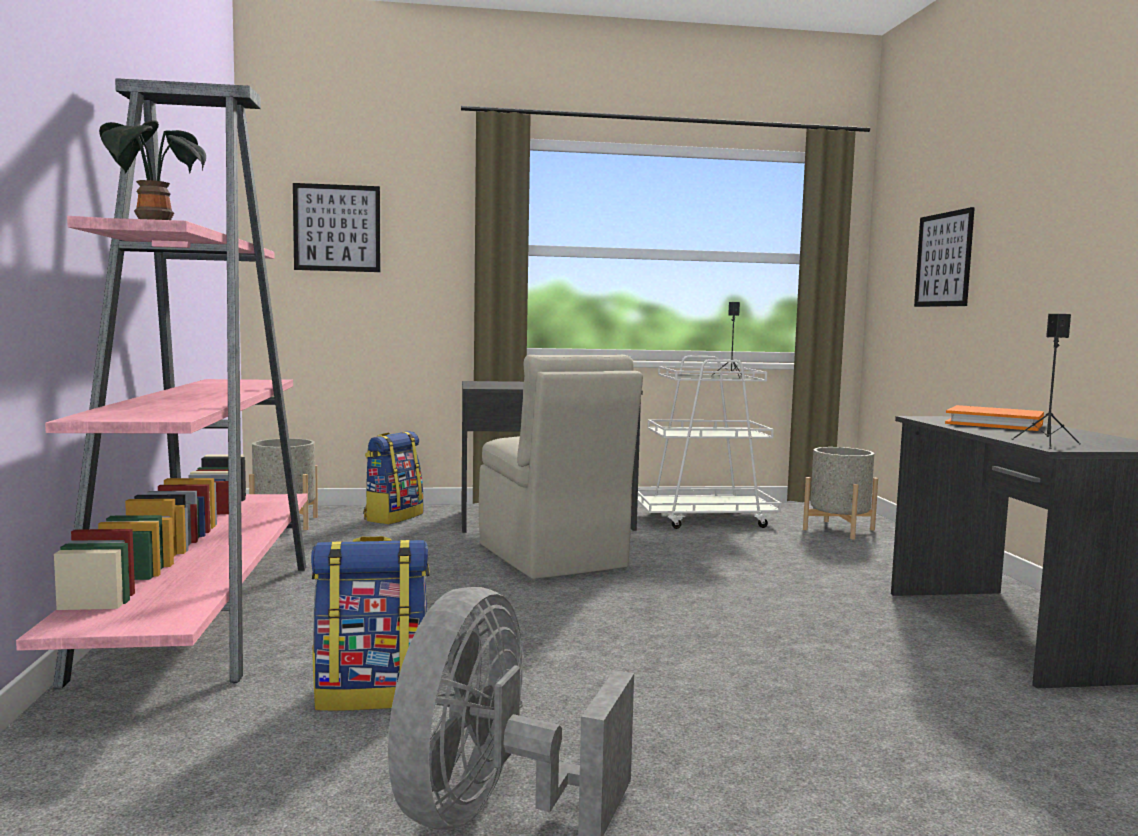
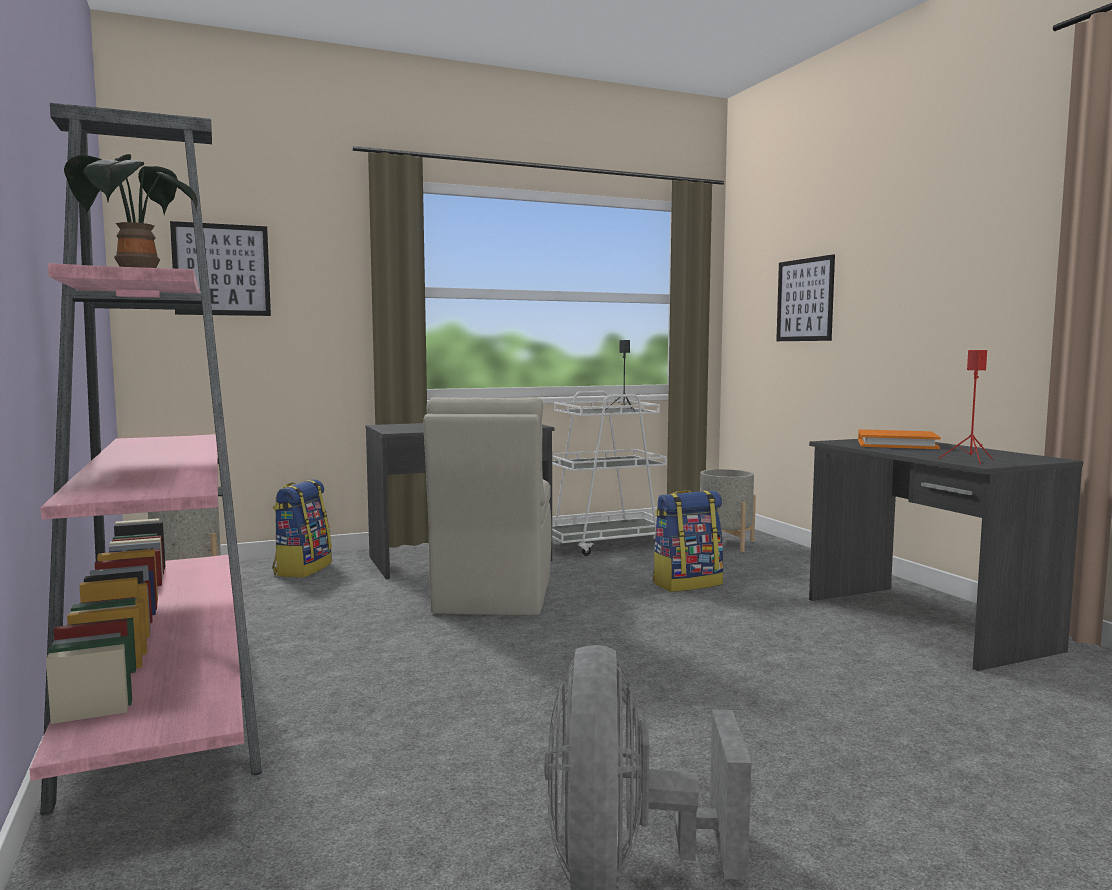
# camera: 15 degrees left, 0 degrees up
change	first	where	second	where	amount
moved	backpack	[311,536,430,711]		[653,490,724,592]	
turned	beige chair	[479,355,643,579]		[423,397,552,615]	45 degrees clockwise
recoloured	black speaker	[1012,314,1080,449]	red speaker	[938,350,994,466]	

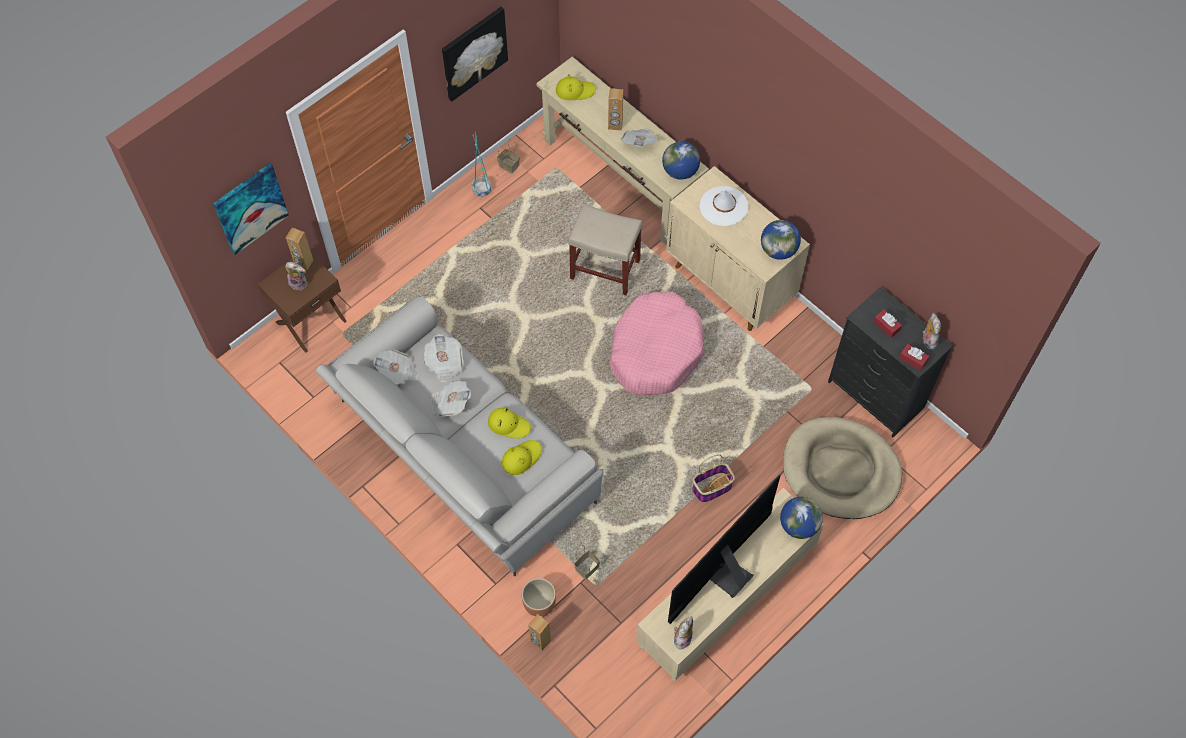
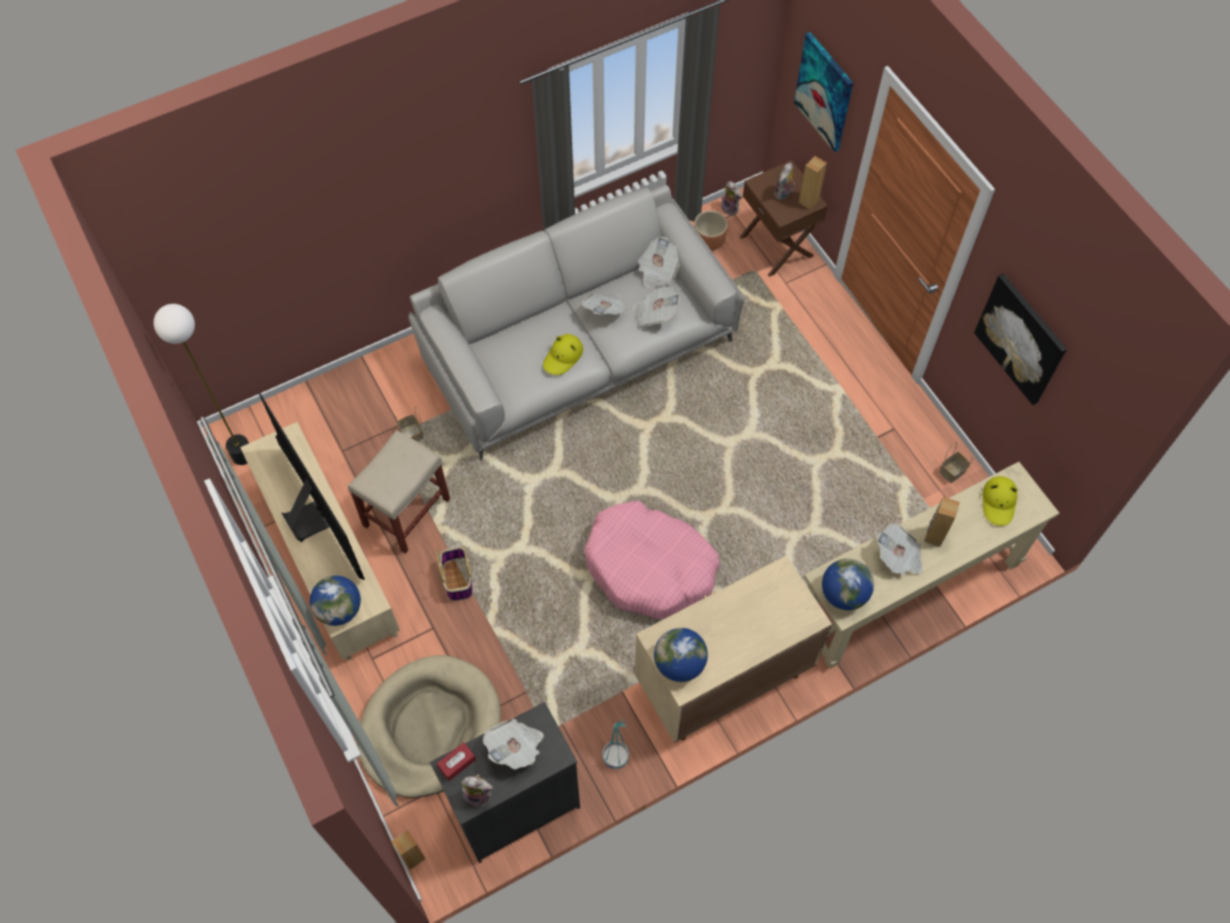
# camera: 105 degrees right, 0 degrees up
change	first	where	second	where	amount
moved	turquoise planter	[472,132,491,197]		[602,719,629,769]	
removed	yellow hat	[502,440,542,475]			
moved	brown planter	[522,578,556,617]		[694,211,728,251]	
moved	brown speaker	[528,614,551,651]		[391,830,426,870]	
moved	beige stool	[568,204,642,295]		[348,430,450,554]	
moved	plush toy	[674,616,693,649]		[721,181,742,216]	
removed	white hat	[699,186,748,226]			
replaced	red tissue box	[873,309,902,338]	newspaper	[483,718,544,769]	
added			floor lamp	[154,304,249,465]	

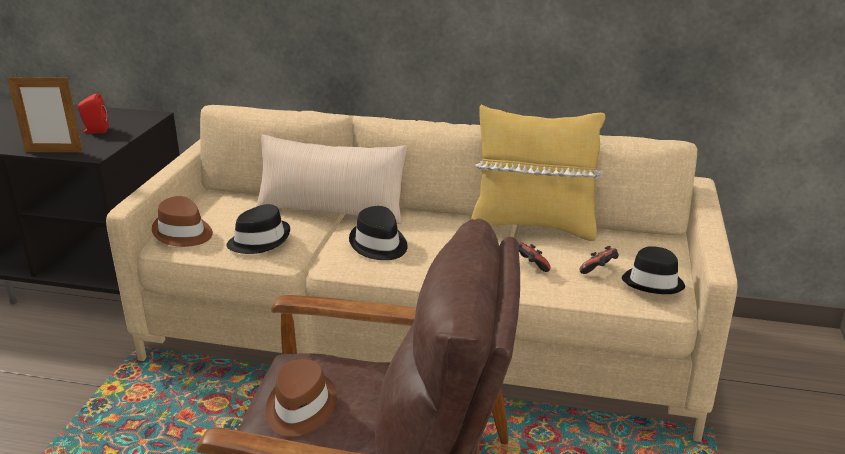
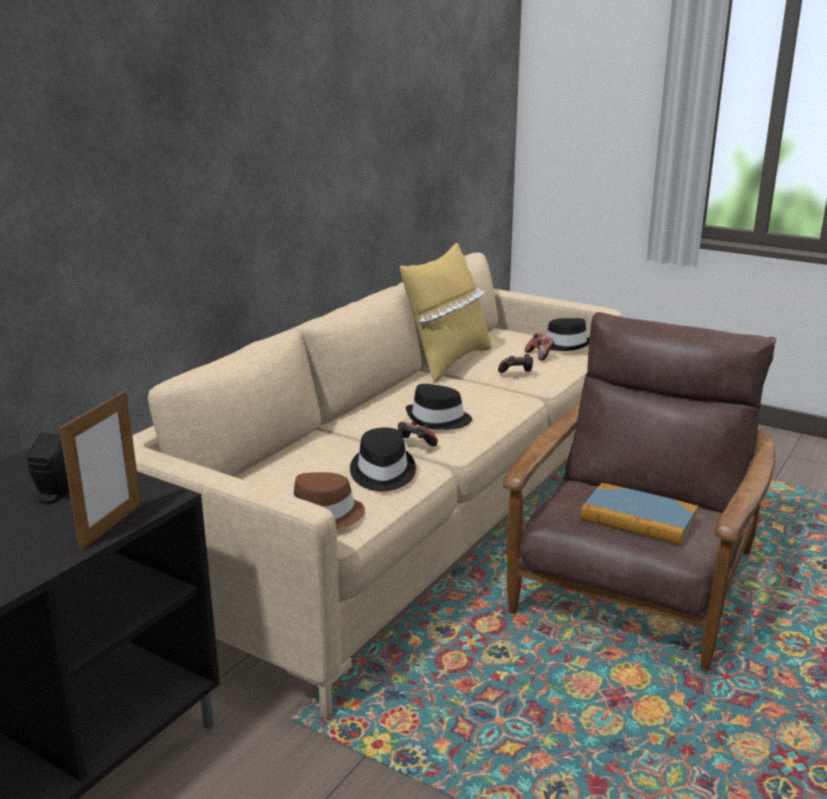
# camera: 70 degrees left, 5 degrees down
change	first	where	second	where	amount
recoloured	red speaker	[78,93,109,133]	black speaker	[28,433,70,504]	
removed	beige pillow	[256,134,408,224]			
replaced	brown hat	[266,359,337,437]	book	[581,483,698,545]	
added			game controller	[398,421,438,447]	

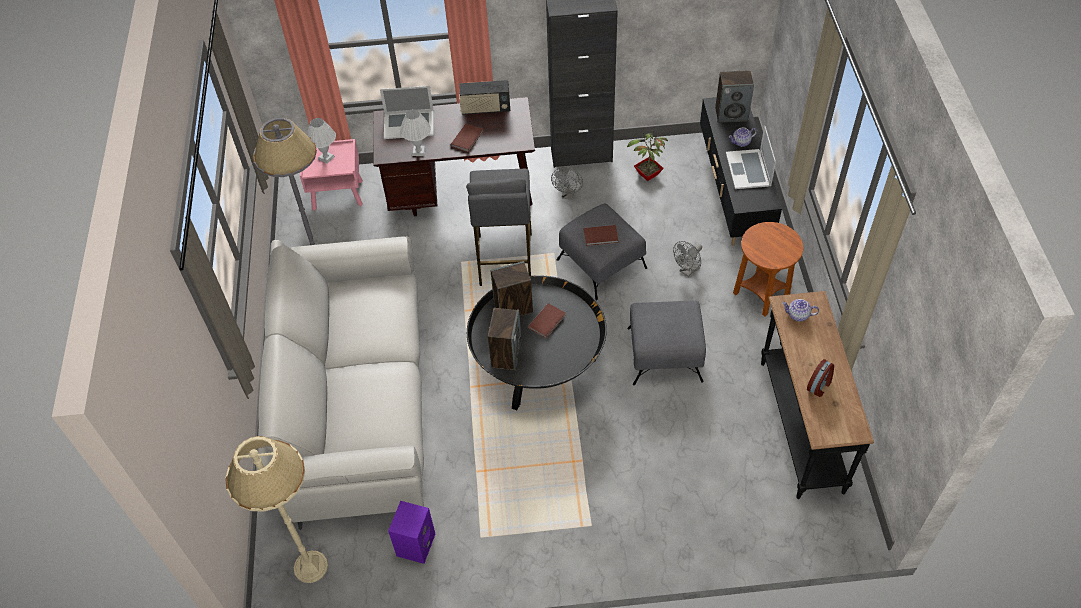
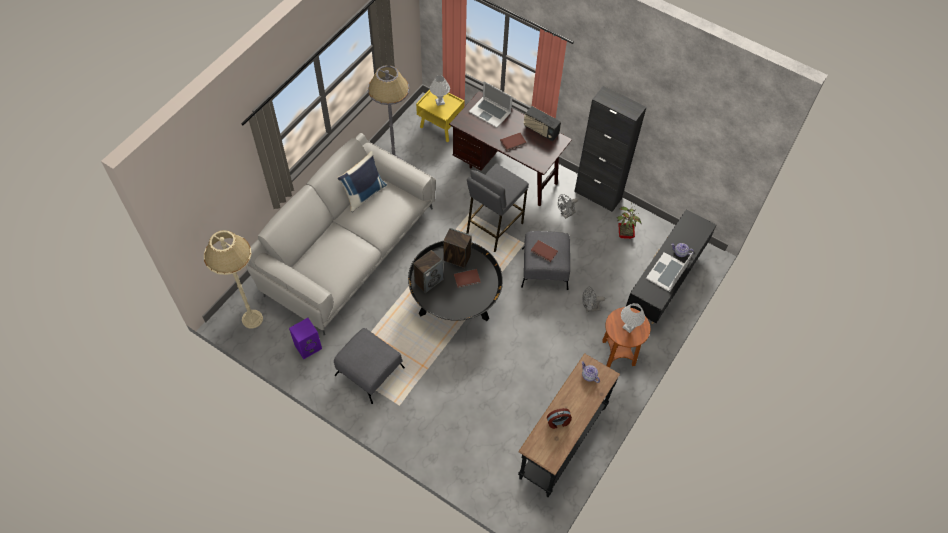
# camera: 35 degrees right, 5 degrees up
change	first	where	second	where	amount
recoloured	pink nightstand	[300,139,363,210]	yellow nightstand	[416,89,464,142]	
moved	white table lamp	[400,109,431,156]		[621,303,645,333]	
moved	grey ottoman	[627,300,706,385]		[334,328,405,404]	
removed	speaker	[715,70,754,123]			
added			blue pillow	[338,151,387,212]	

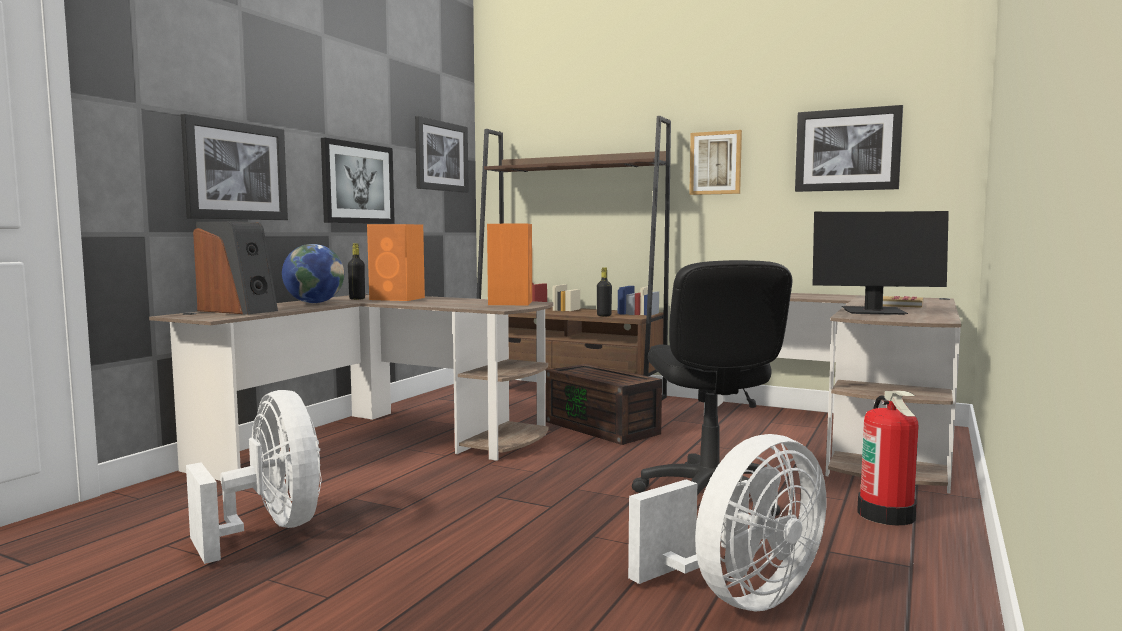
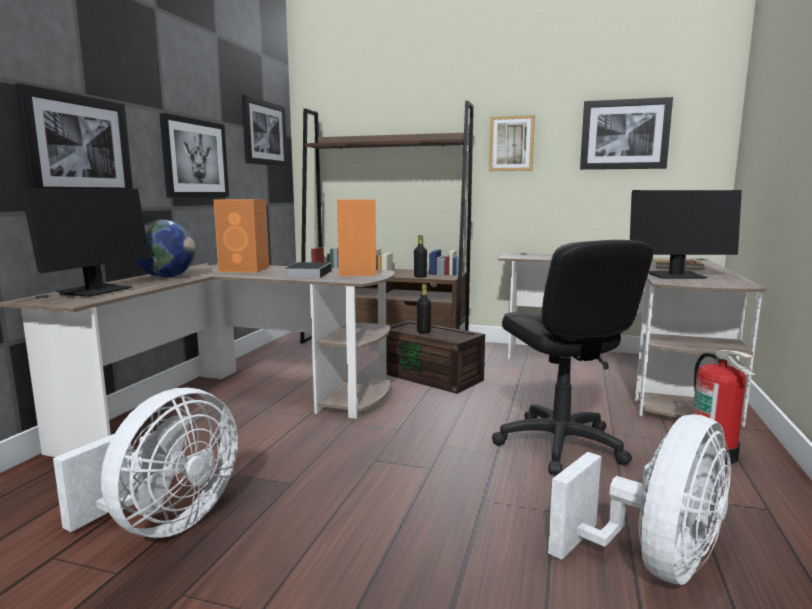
# camera: 10 degrees left, 5 degrees up
change	first	where	second	where	amount
turned	white fan	[186,390,321,564]		[53,388,238,538]	75 degrees clockwise
replaced	speaker	[193,221,278,315]	monitor	[21,188,150,297]	
moved	black bottle	[348,243,365,300]		[417,284,431,334]	
added			book	[284,262,331,278]	

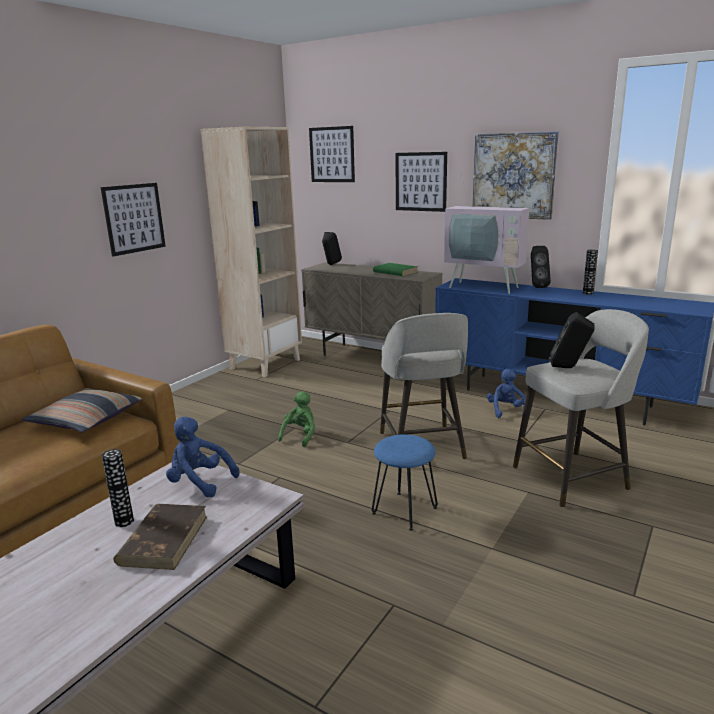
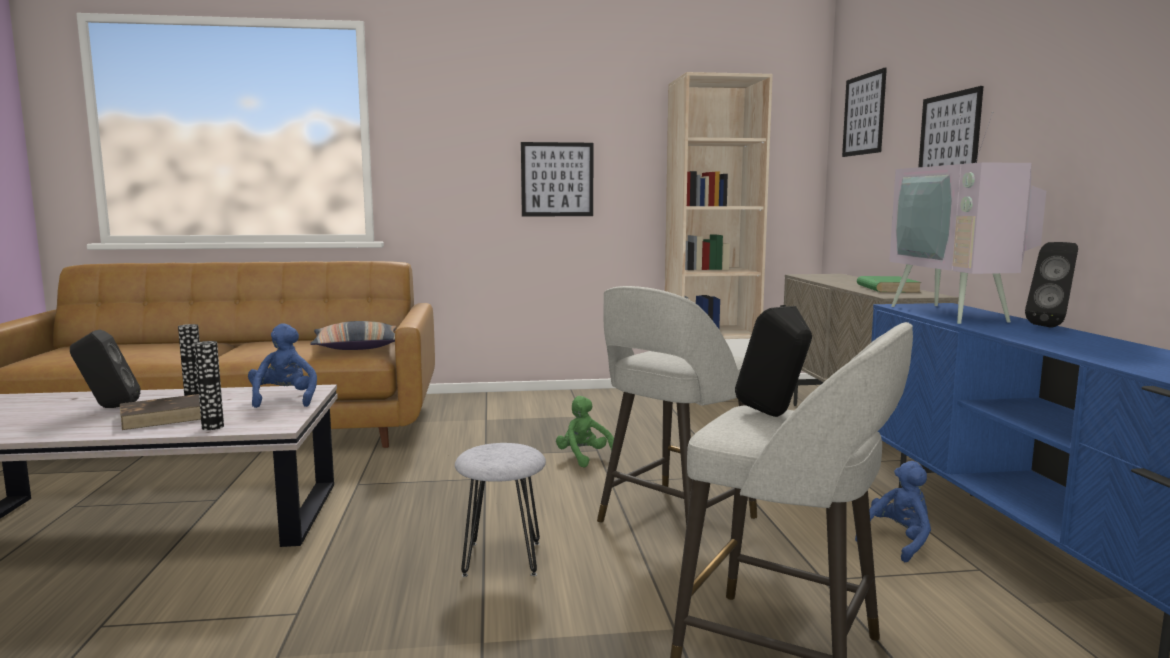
# camera: 50 degrees right, 10 degrees down
change	first	where	second	where	amount
turned	green plush toy	[278,391,315,447]		[556,396,614,468]	105 degrees counterclockwise
moved	black speaker	[322,232,342,265]		[70,330,140,408]	
recoloured	blue stool	[372,434,438,531]	grey stool	[455,443,546,577]	
removed	picture	[473,131,559,220]			
moved	vase	[583,249,598,295]		[194,341,224,430]	

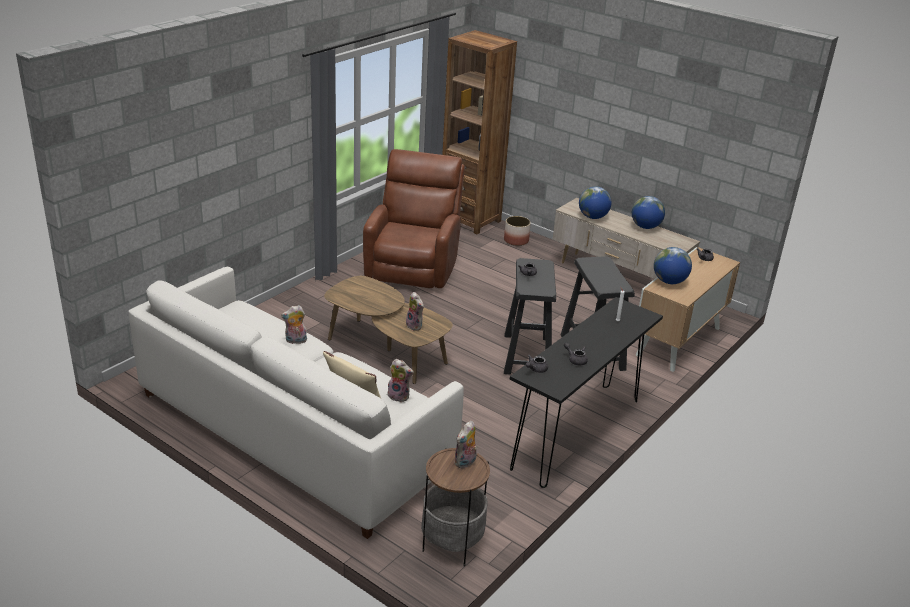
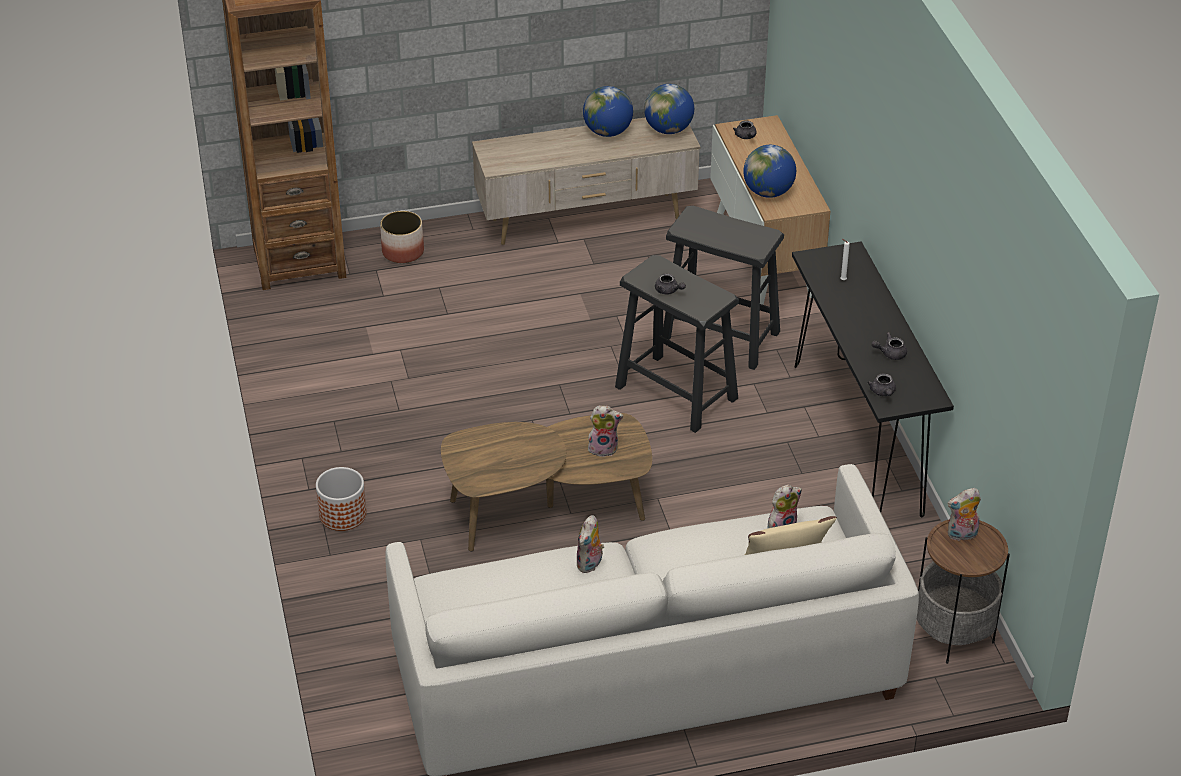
# camera: 50 degrees left, 10 degrees up
change	first	where	second	where	amount
removed	brown armchair	[363,149,465,288]			
turned	plush toy	[454,421,480,468]		[947,488,981,541]	90 degrees clockwise
moved	globe	[579,186,612,219]		[644,84,694,134]	
added			planter	[316,467,367,531]	

